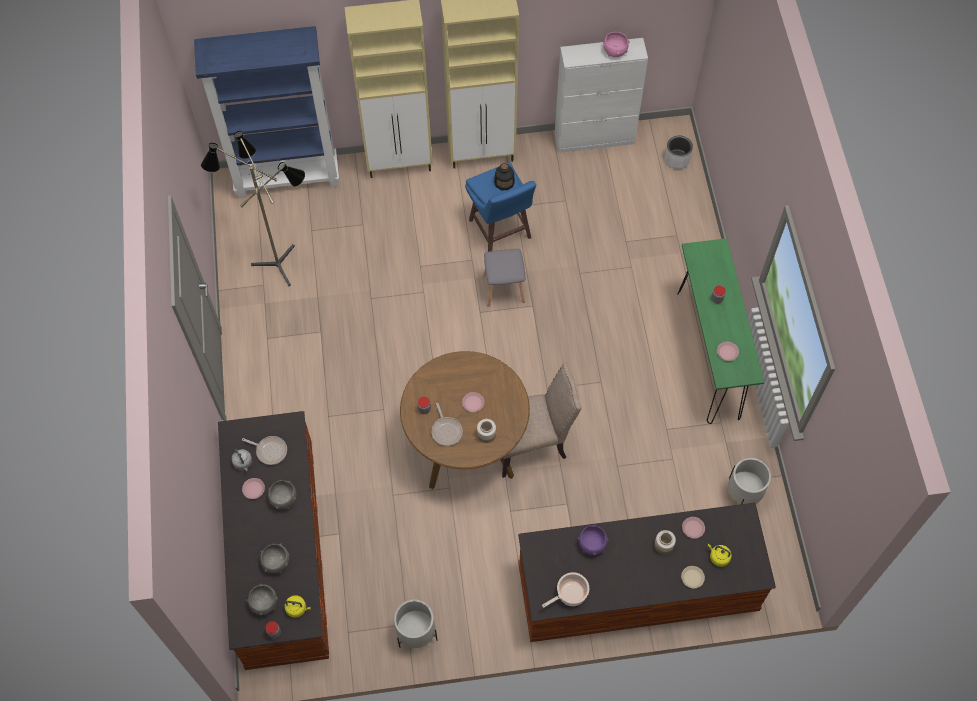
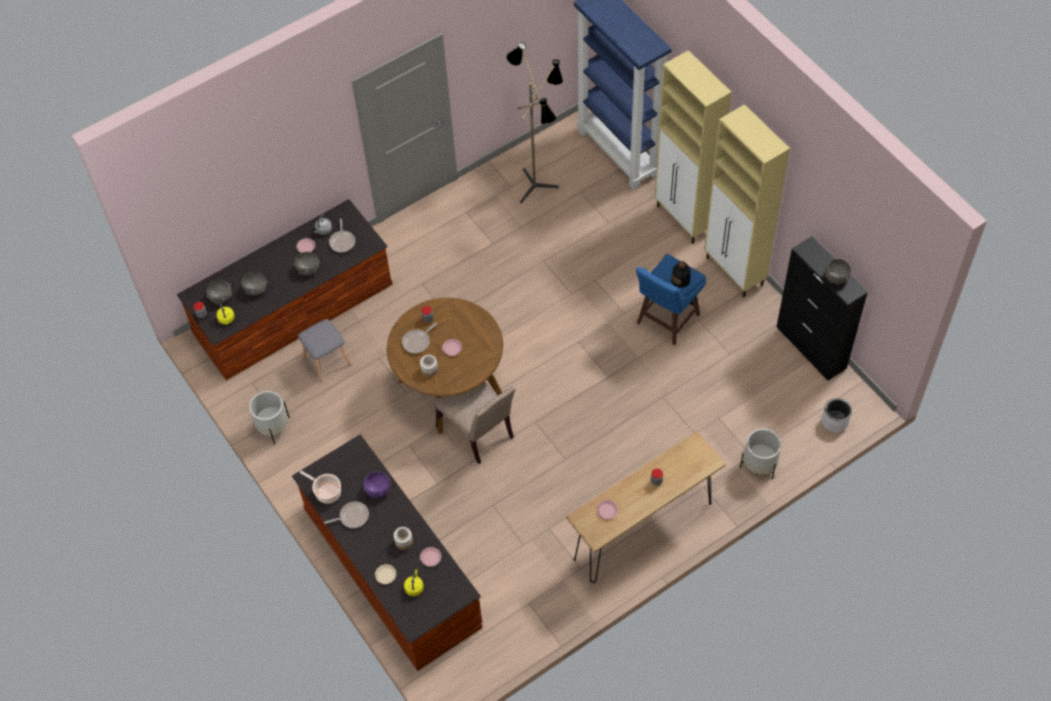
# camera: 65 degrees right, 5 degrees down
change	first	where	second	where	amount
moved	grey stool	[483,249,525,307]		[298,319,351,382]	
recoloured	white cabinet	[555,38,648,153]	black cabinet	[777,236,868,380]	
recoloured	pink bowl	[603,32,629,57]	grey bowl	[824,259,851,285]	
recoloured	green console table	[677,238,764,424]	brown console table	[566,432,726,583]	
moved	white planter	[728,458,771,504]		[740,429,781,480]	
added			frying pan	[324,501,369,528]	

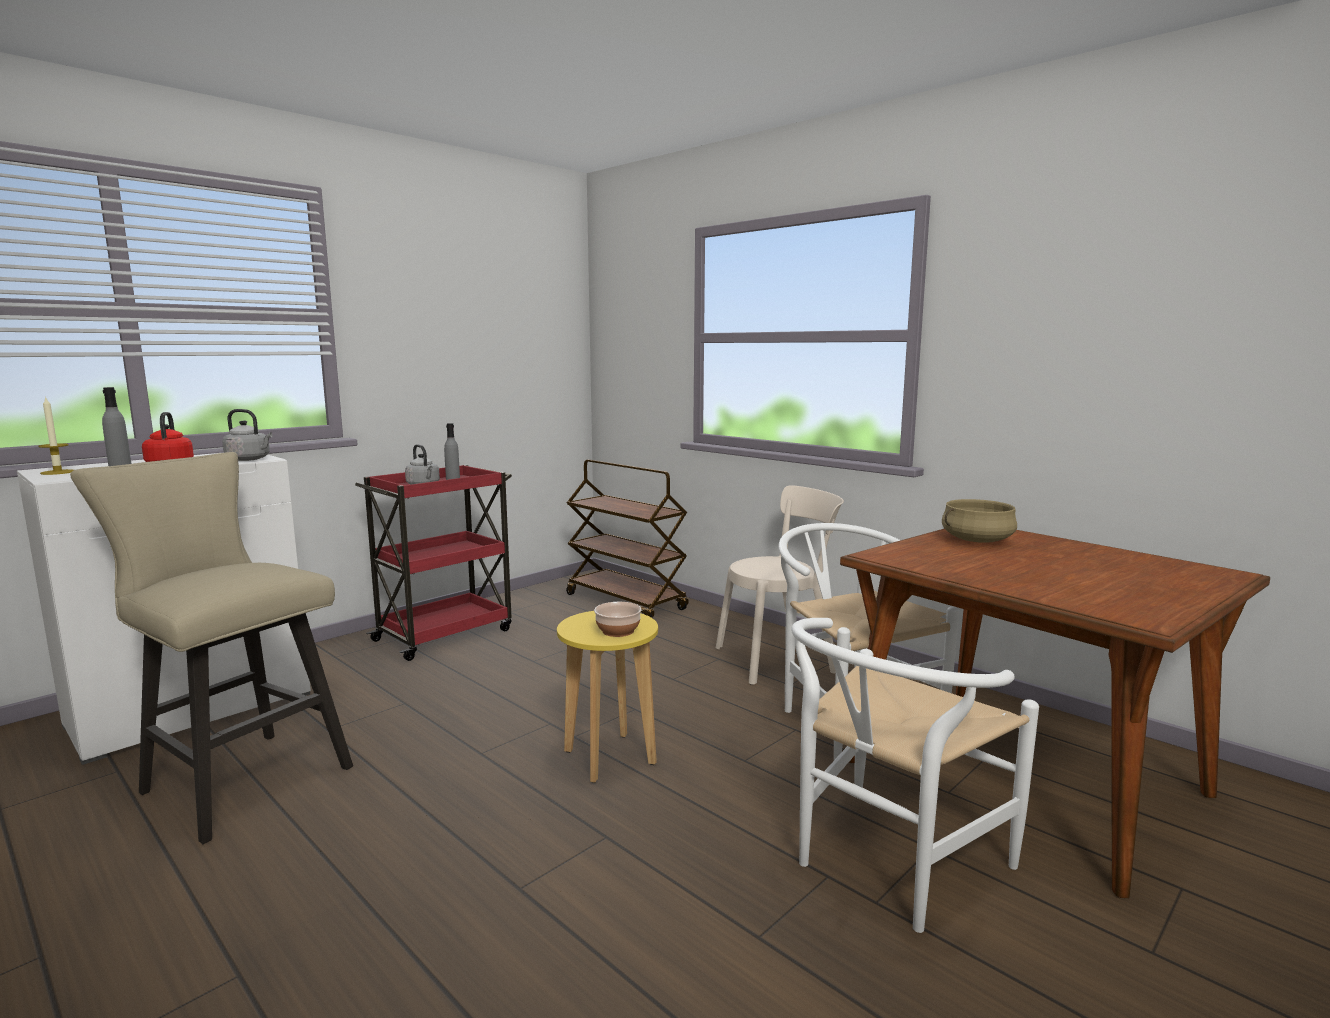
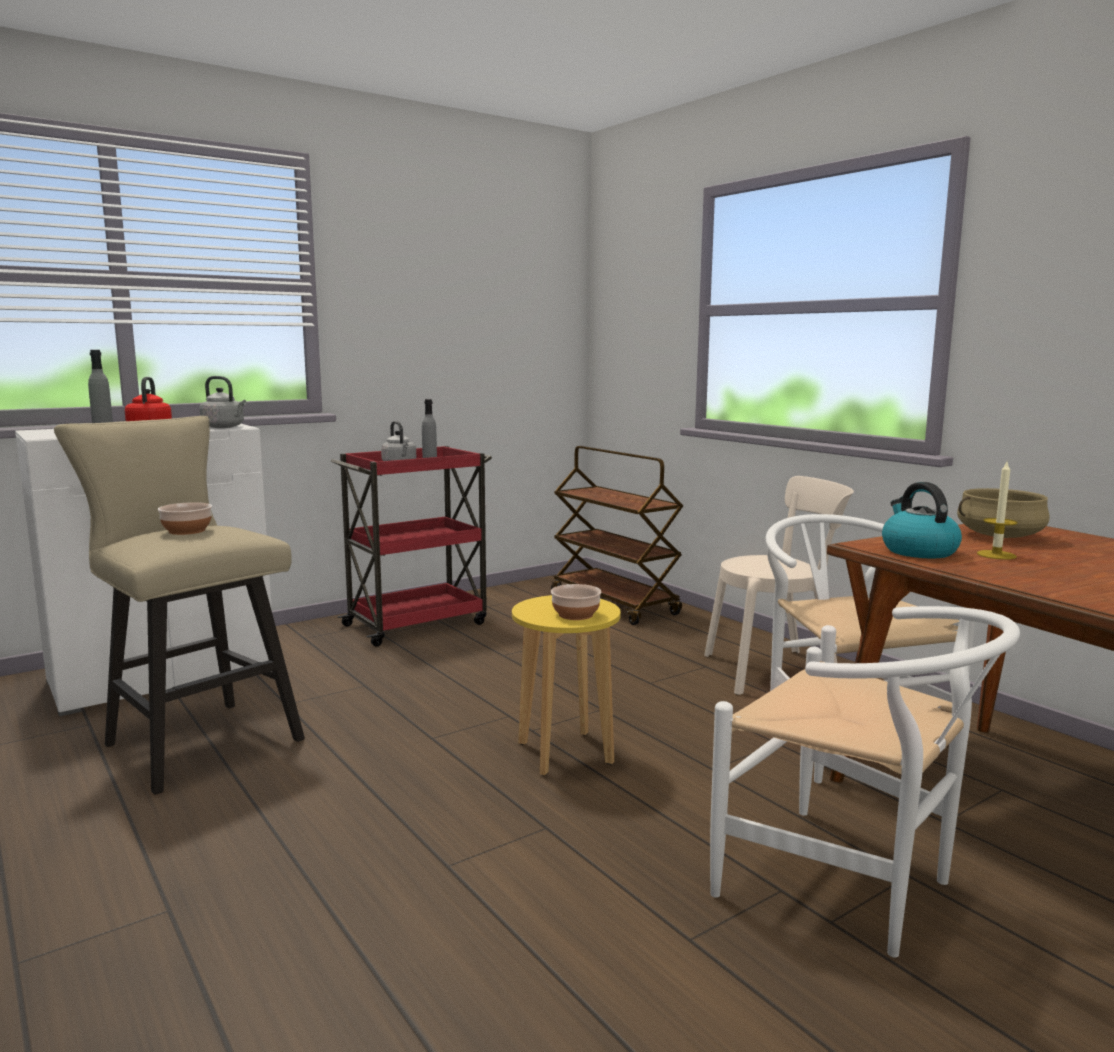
# camera: 10 degrees right, 0 degrees up
change	first	where	second	where	amount
moved	candle	[38,396,74,475]		[977,462,1018,560]	
turned	white chair	[791,618,1039,933]		[710,606,1020,957]	105 degrees counterclockwise
added			bowl	[158,502,212,535]	
added			kettle	[882,482,962,559]	

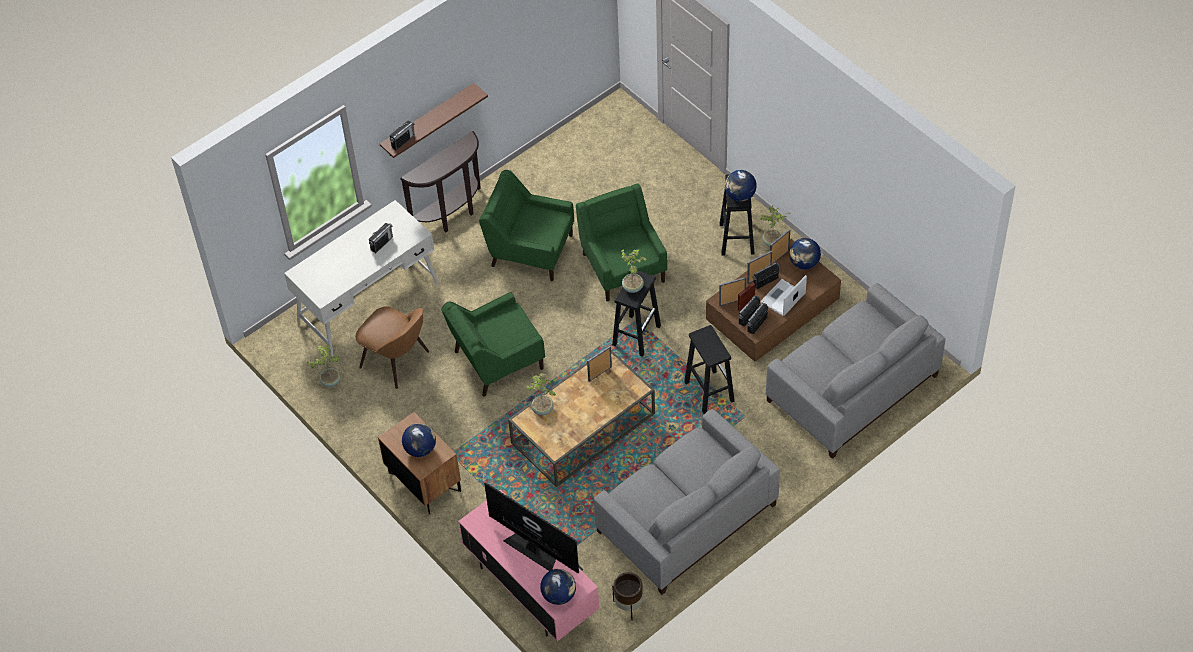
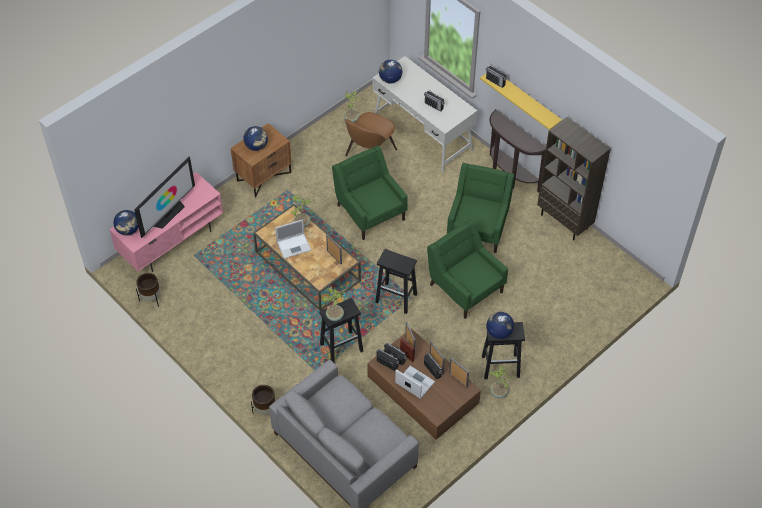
# camera: 85 degrees right, 0 degrees up
change	first	where	second	where	amount
recoloured	brown shelf	[380,83,488,158]	yellow shelf	[480,74,562,130]	
turned	green armchair	[576,184,667,302]		[427,219,508,319]	105 degrees counterclockwise
removed	grey sofa	[594,409,780,595]			
moved	potted plant	[621,249,648,293]		[323,286,347,321]	
moved	globe	[789,238,821,270]		[379,60,402,84]	
added			brown planter	[251,385,275,415]	
added			laptop	[275,219,311,259]	
added			brown bookcase	[537,117,611,241]	

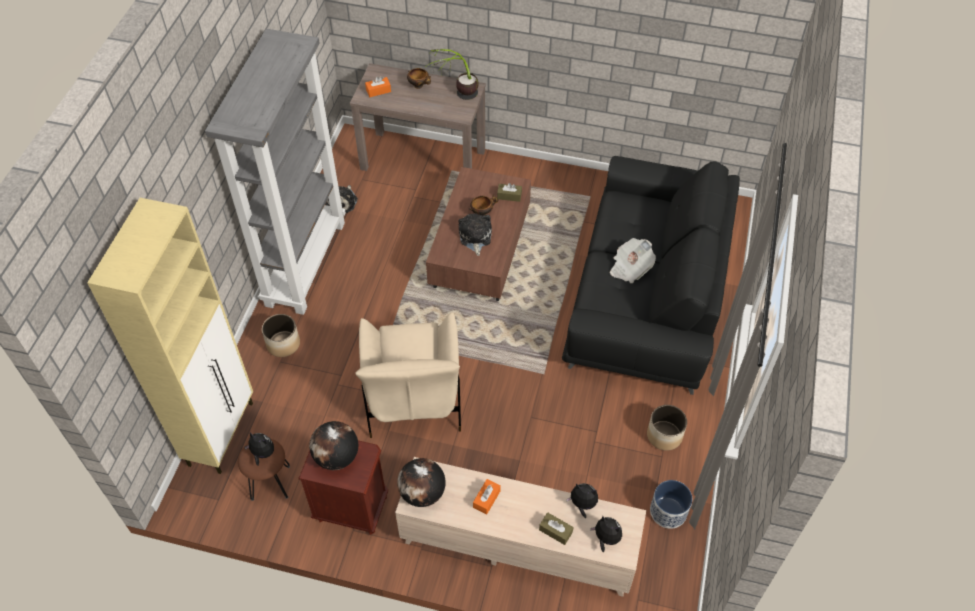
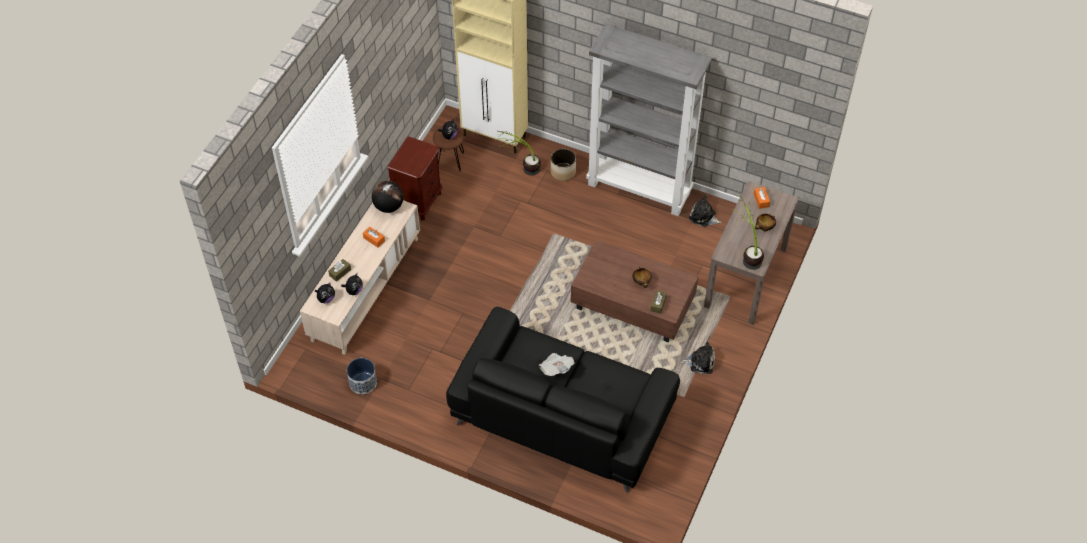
# camera: 100 degrees right, 0 degrees up
change	first	where	second	where	amount
removed	globe	[309,421,358,470]			
removed	beige armchair	[355,312,461,438]			
moved	plush toy	[458,213,492,256]		[680,342,715,374]	
removed	planter	[647,405,687,451]			
added			potted plant	[497,131,541,175]	

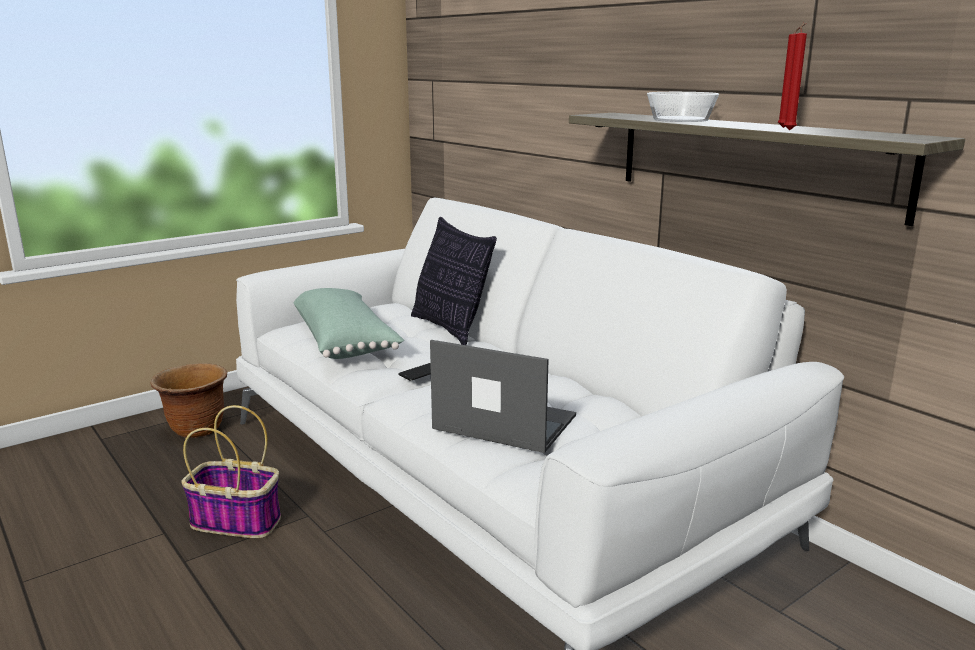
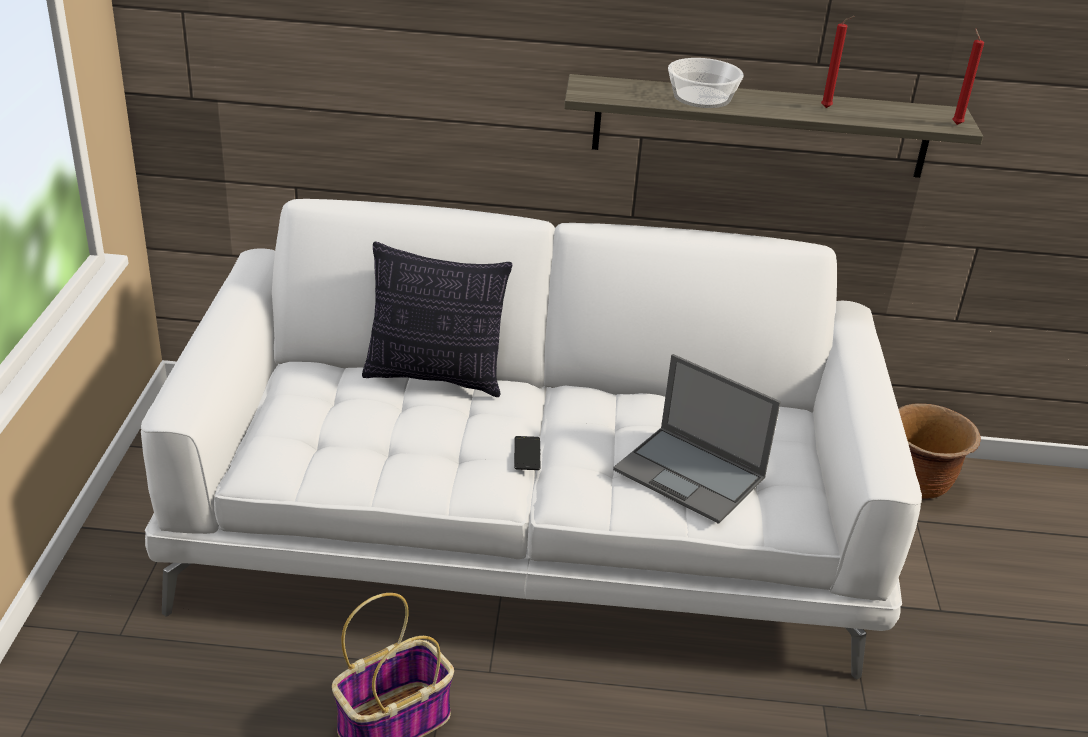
# camera: 50 degrees left, 15 degrees up
change	first	where	second	where	amount
moved	brown planter	[151,363,227,438]		[899,403,981,499]	
removed	green pillow	[294,288,404,359]			
turned	laptop	[430,340,576,453]		[613,354,781,524]	120 degrees counterclockwise
moved	red candle	[784,23,807,131]		[953,28,984,125]	

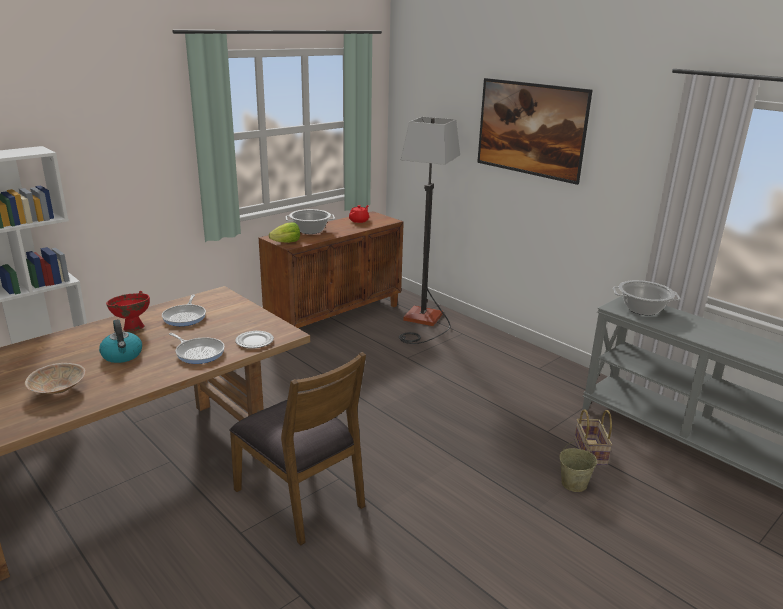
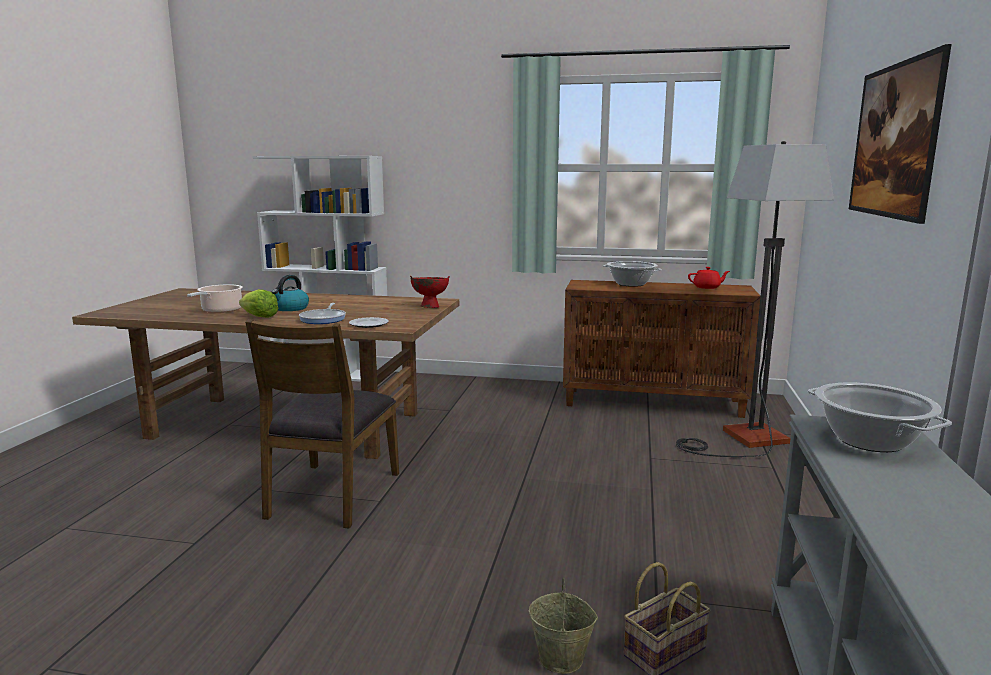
# camera: 55 degrees right, 10 degrees down
change	first	where	second	where	amount
replaced	beige bowl	[25,363,86,394]	cooking pot	[187,285,243,313]	
moved	red bowl	[106,291,150,331]		[410,276,450,308]	
removed	frying pan	[162,295,206,326]			
moved	lettuce	[269,222,300,243]		[239,289,278,318]	

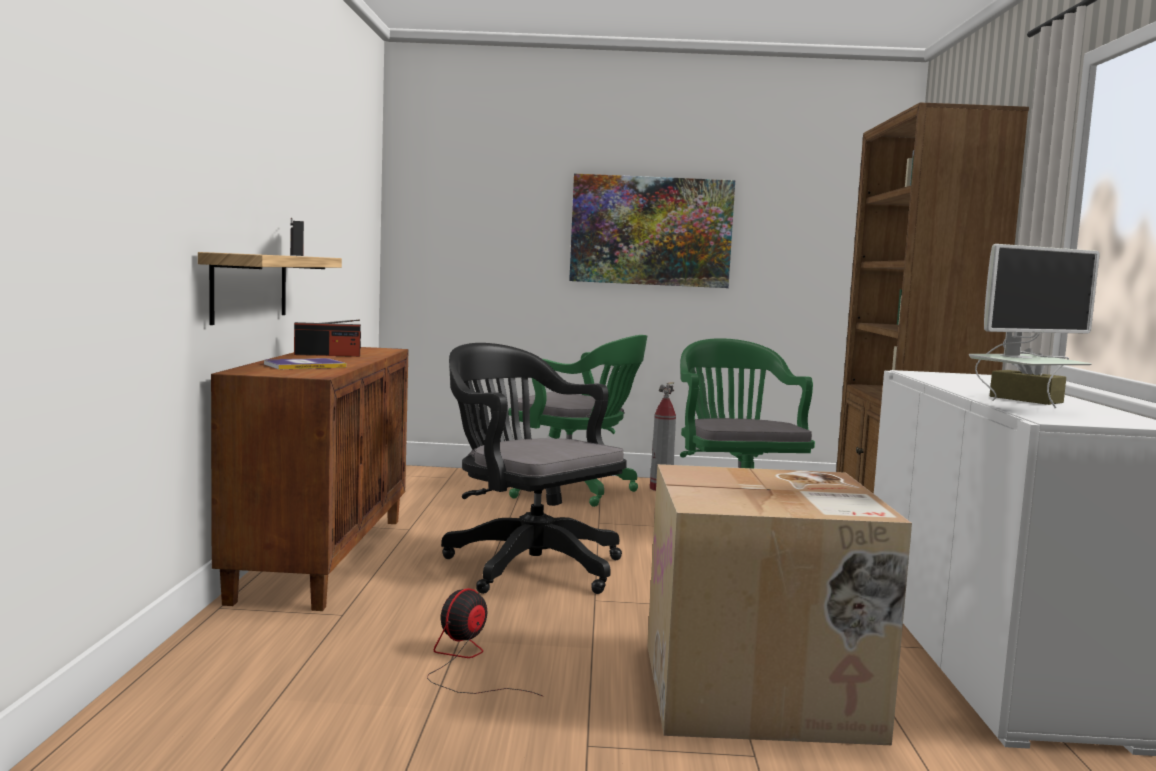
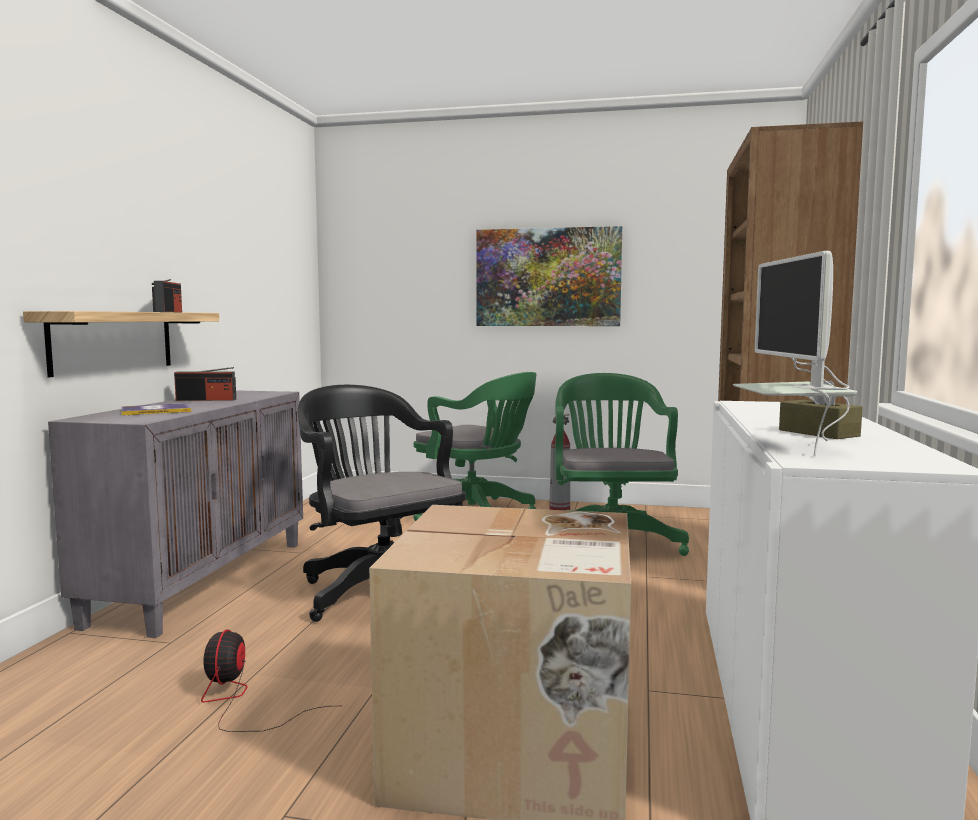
# camera: 10 degrees right, 0 degrees up
change	first	where	second	where	amount
recoloured	brown cabinet	[211,347,409,611]	grey cabinet	[48,390,303,638]	
turned	fan	[427,588,542,696]		[201,630,328,732]	45 degrees counterclockwise
turned	monitor	[969,244,1100,408]		[732,251,857,456]	105 degrees clockwise

